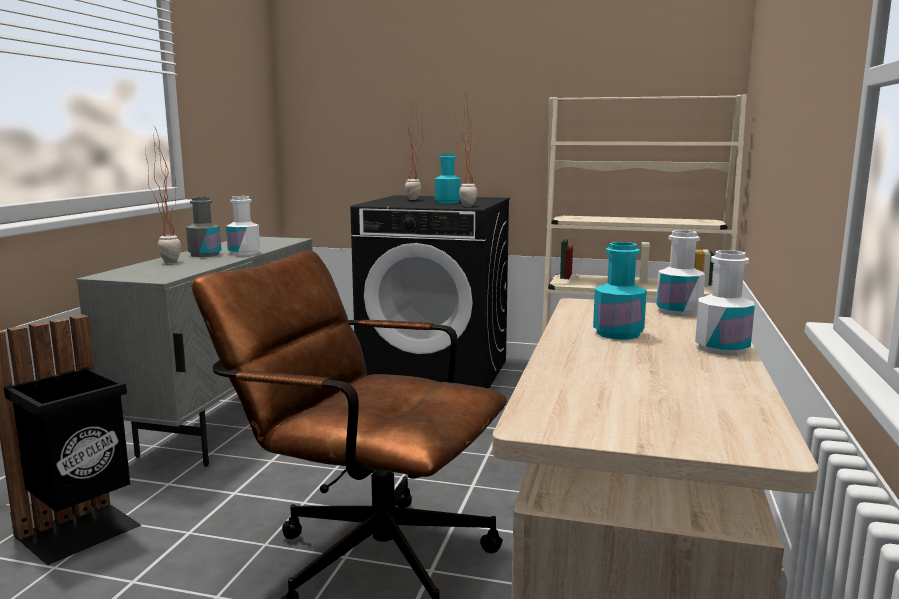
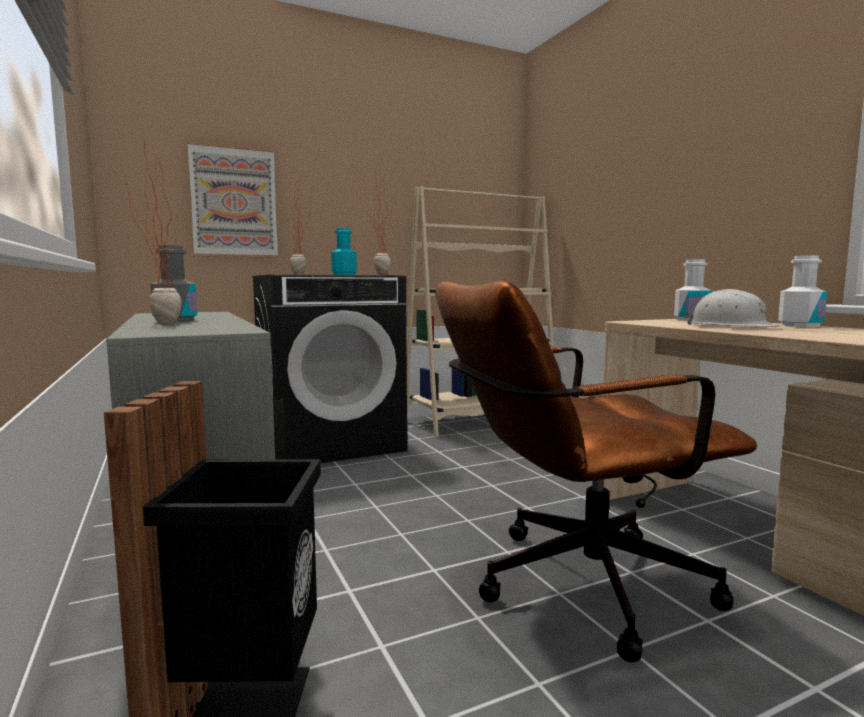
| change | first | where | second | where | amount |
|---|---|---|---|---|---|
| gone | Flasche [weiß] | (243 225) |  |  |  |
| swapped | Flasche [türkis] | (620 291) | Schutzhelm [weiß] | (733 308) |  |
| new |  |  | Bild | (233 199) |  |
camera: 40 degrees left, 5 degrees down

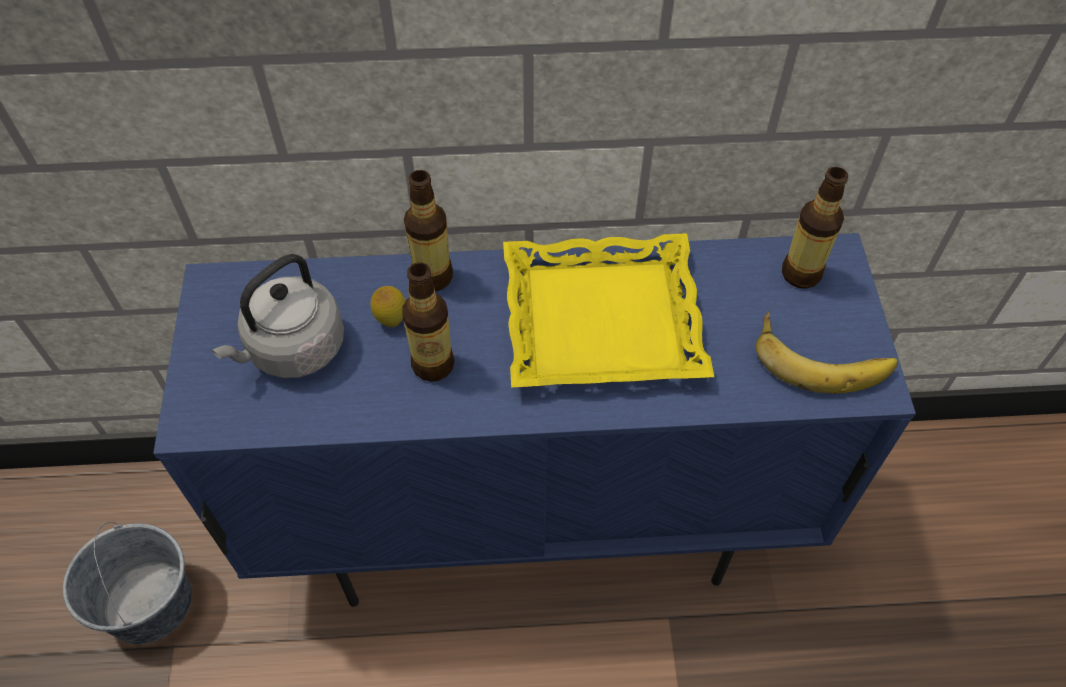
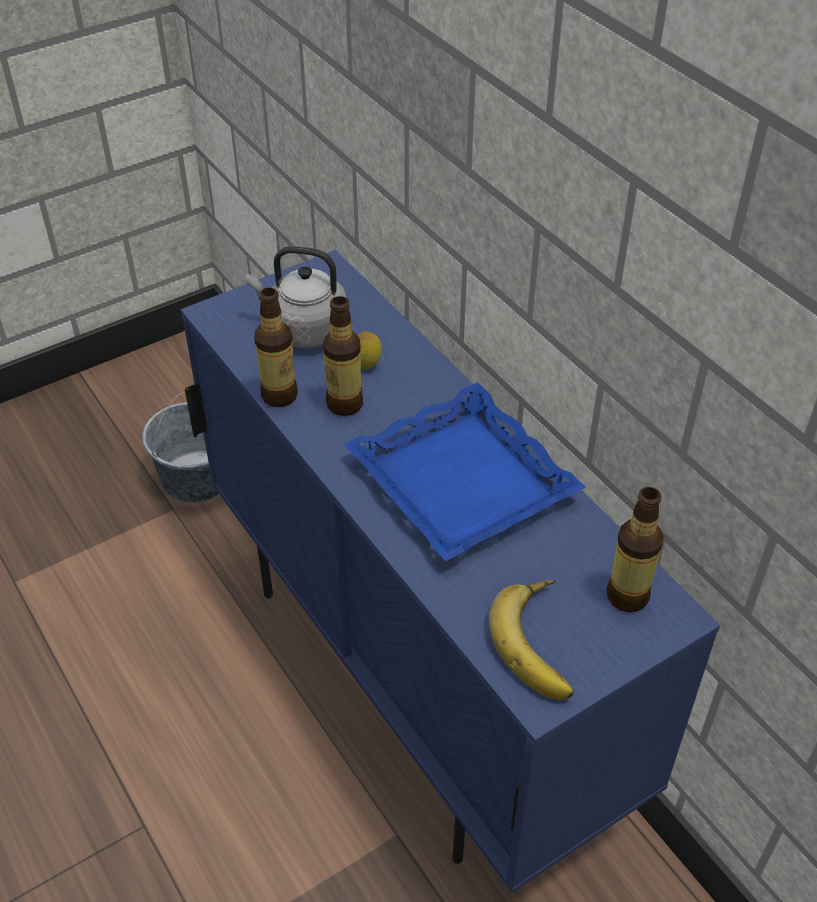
| change | first | where | second | where | amount |
|---|---|---|---|---|---|
| shifted | Flasche | (428 231) |  | (276 347) |  |
| repainted | Tablett [gelb] | (608 310) | Tablett [blau] | (465 471) |  |
camera: 60 degrees right, 10 degrees down

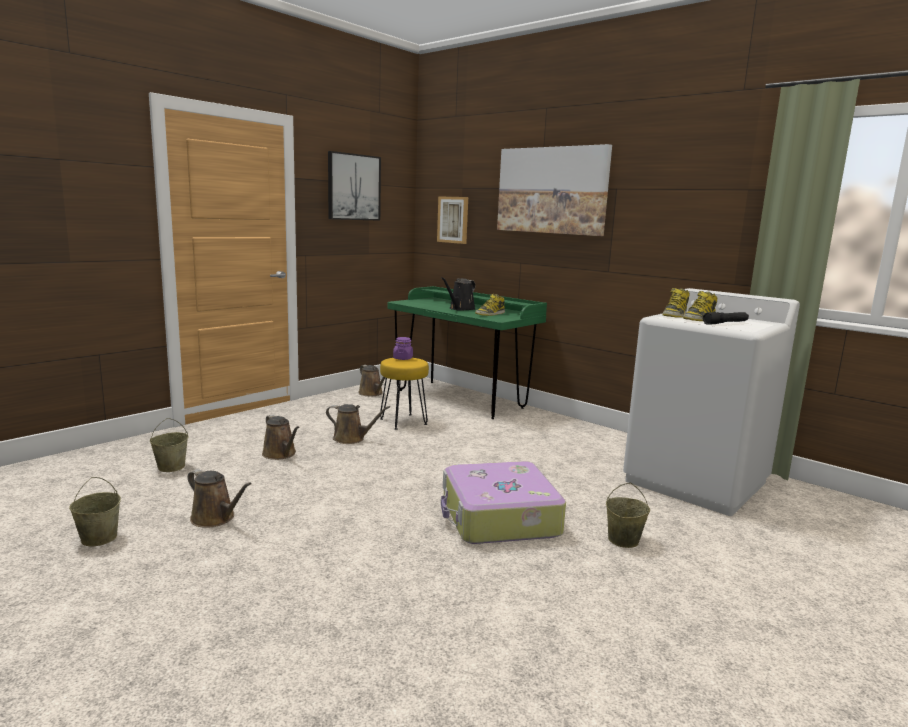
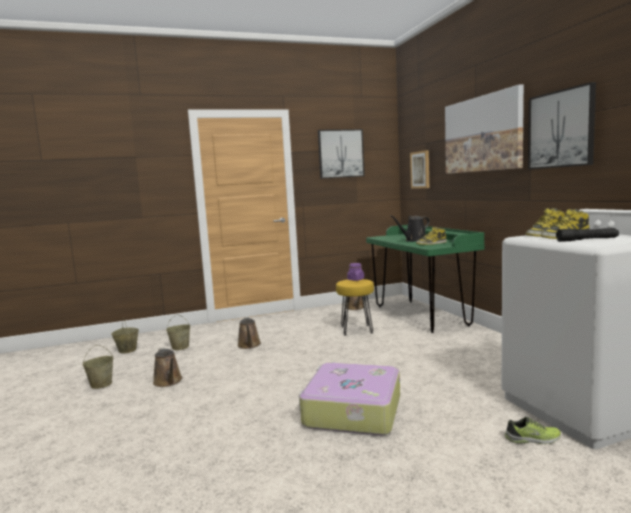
| change | first | where | second | where | amount |
|---|---|---|---|---|---|
| gone | Gießkanne [braun] | (358 424) |  |  |  |
| shifted | Eimer [beige] | (628 515) |  | (125 336) |  |
| new |  |  | Bild | (562 125) |  |
| new |  |  | Schuh | (533 430) |  |
camera: 30 degrees right, 5 degrees down

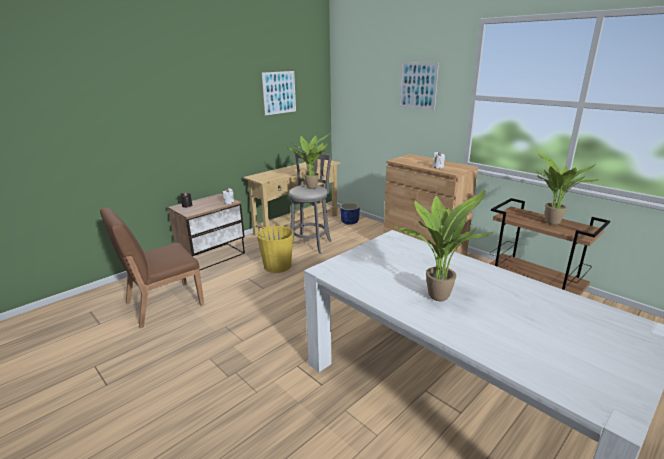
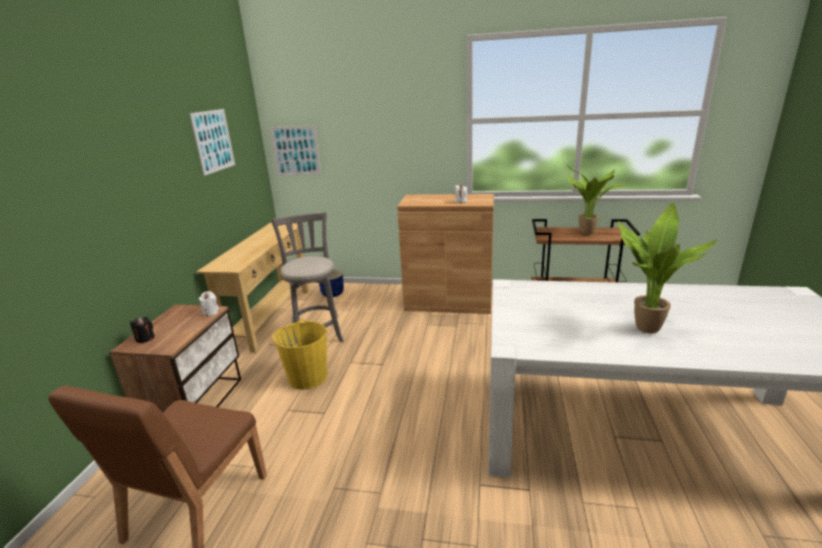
| change | first | where | second | where | amount |
|---|---|---|---|---|---|
| shifted | Bild | (419 86) |  | (295 150) |  |
| gone | Topfpflanze | (308 160) |  |  |  |
camera: 35 degrees left, 0 degrees up

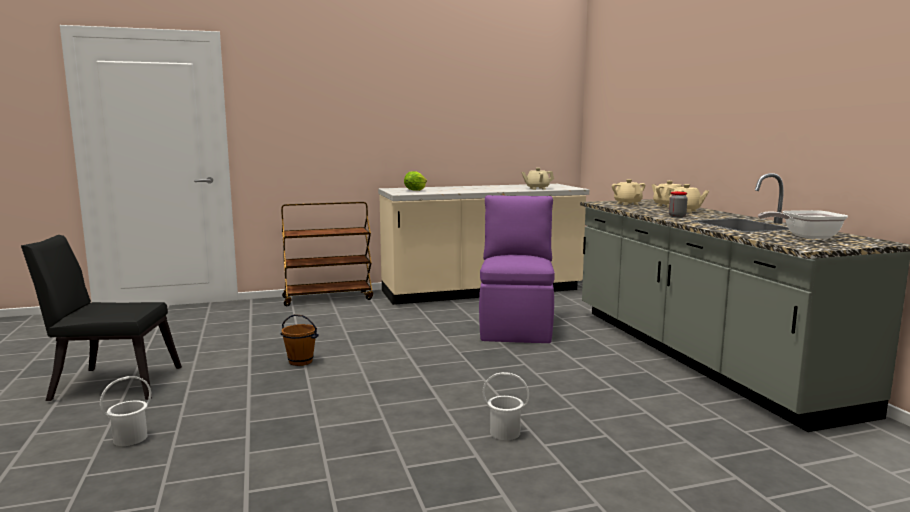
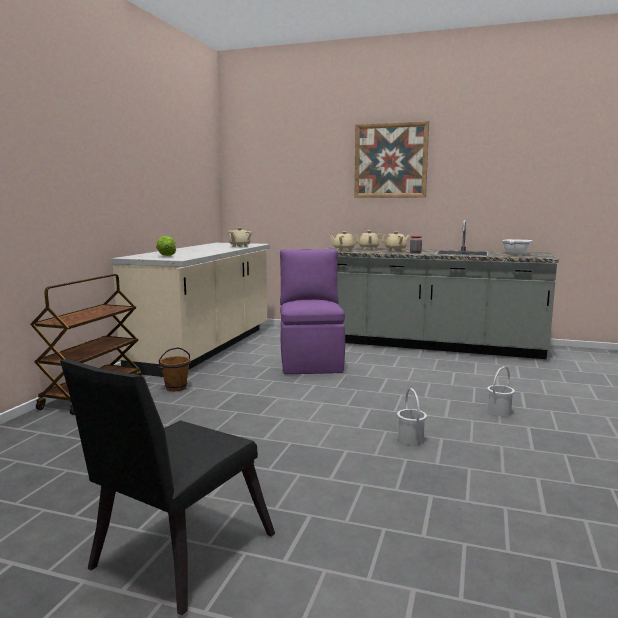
| change | first | where | second | where | amount |
|---|---|---|---|---|---|
| rotated | Stuhl [lila] | (517 269) |  | (312 311) | 45 degrees clockwise |
| shifted | Eimer [braun] | (299 340) |  | (175 369) |  |
| shifted | Eimer [weiß] | (125 411) |  | (412 416) |  |
| new |  |  | Bild | (391 159) |  |
camera: 55 degrees left, 0 degrees up

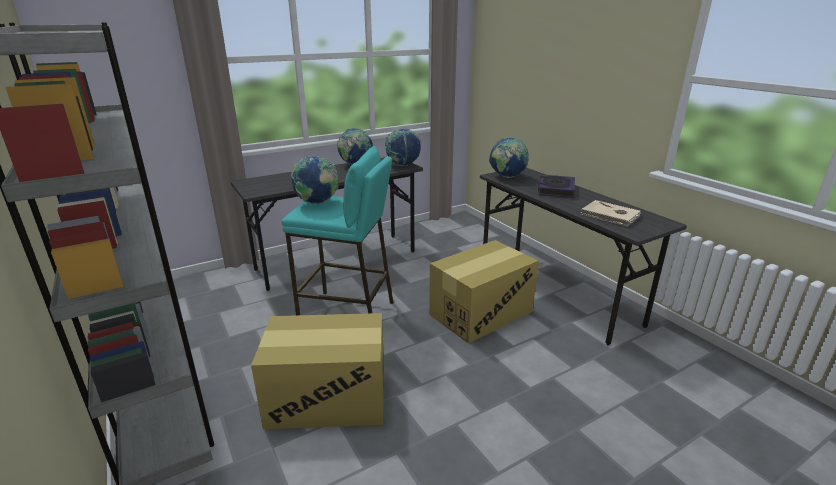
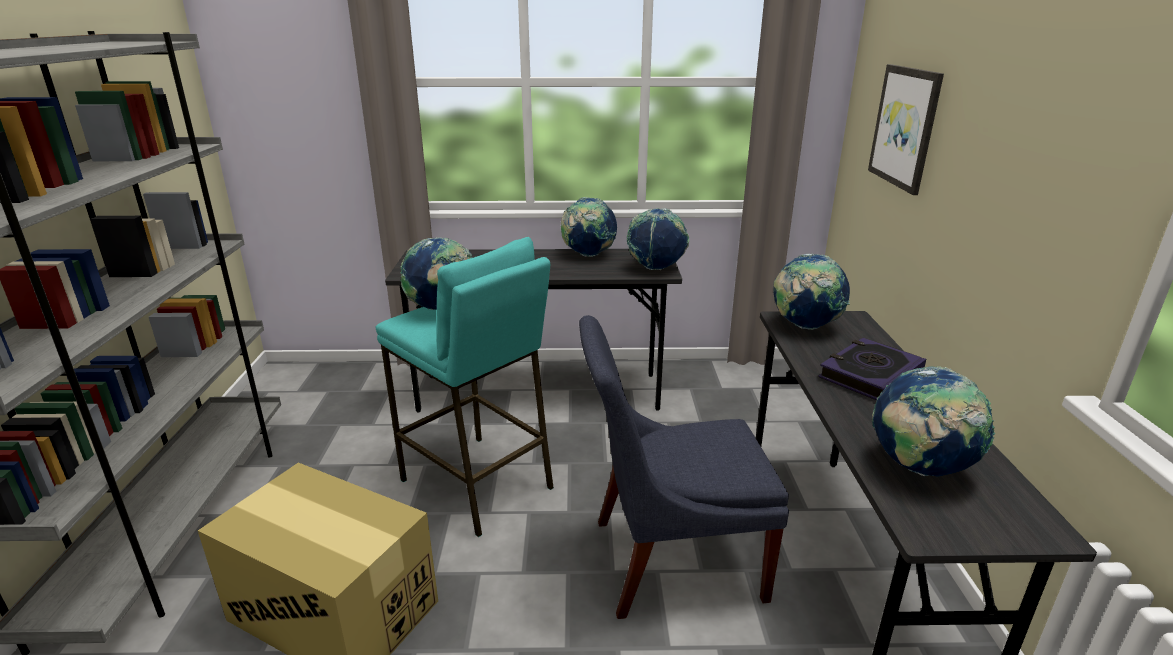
| change | first | where | second | where | amount |
|---|---|---|---|---|---|
| swapped | Buch [beige] | (610 213) | Globus | (933 421) |  |
| swapped | Karton | (484 292) | Stuhl [blau] | (684 467) |  |
| new |  |  | Bild | (906 129) |  |
camera: 30 degrees right, 0 degrees up

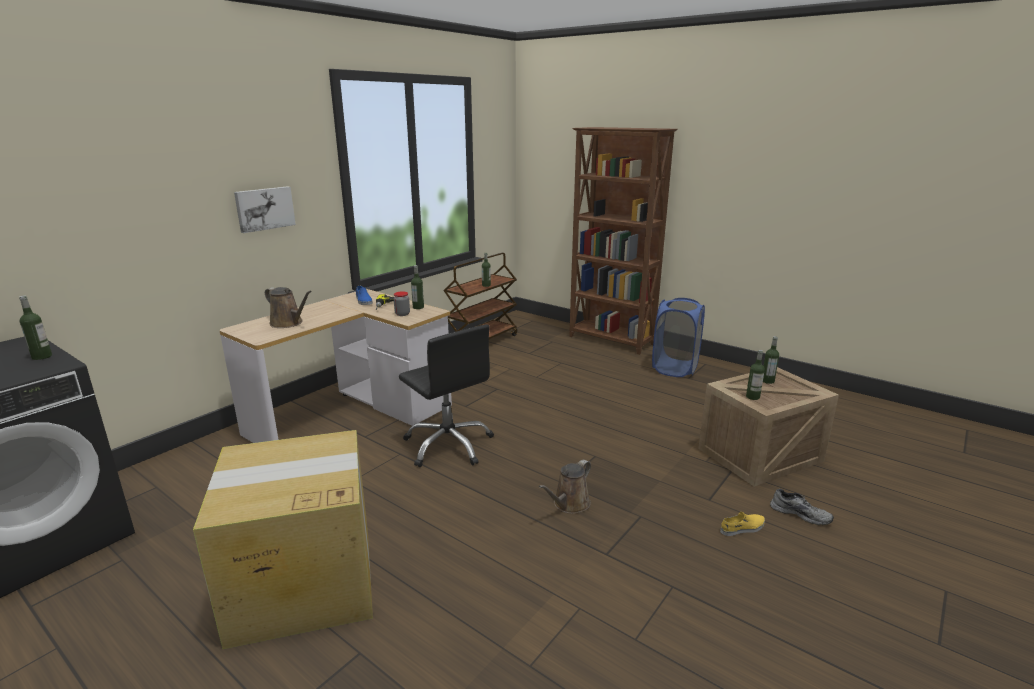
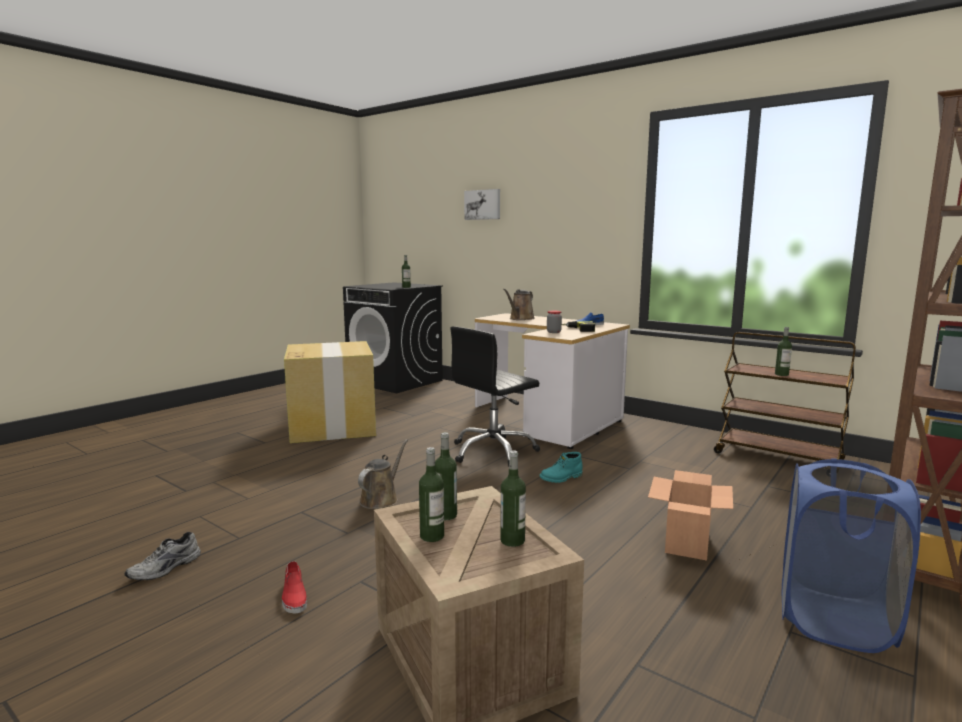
| change | first | where | second | where | amount |
|---|---|---|---|---|---|
| shifted | Bild | (265 209) |  | (482 204) |  |
| shifted | Flasche | (417 287) |  | (431 494) |  |
| rotated | Gießkanne [braun] | (565 487) |  | (383 474) | 75 degrees clockwise |
| shifted | Schuh [grau] | (802 507) |  | (162 556) |  |
| repainted | Schuh [gelb] | (742 524) | Schuh [rot] | (294 587) |  |
| new |  |  | Stiefel [türkis] | (561 467) |  |
| new |  |  | Karton | (690 515) |  |
camera: 90 degrees right, 10 degrees down

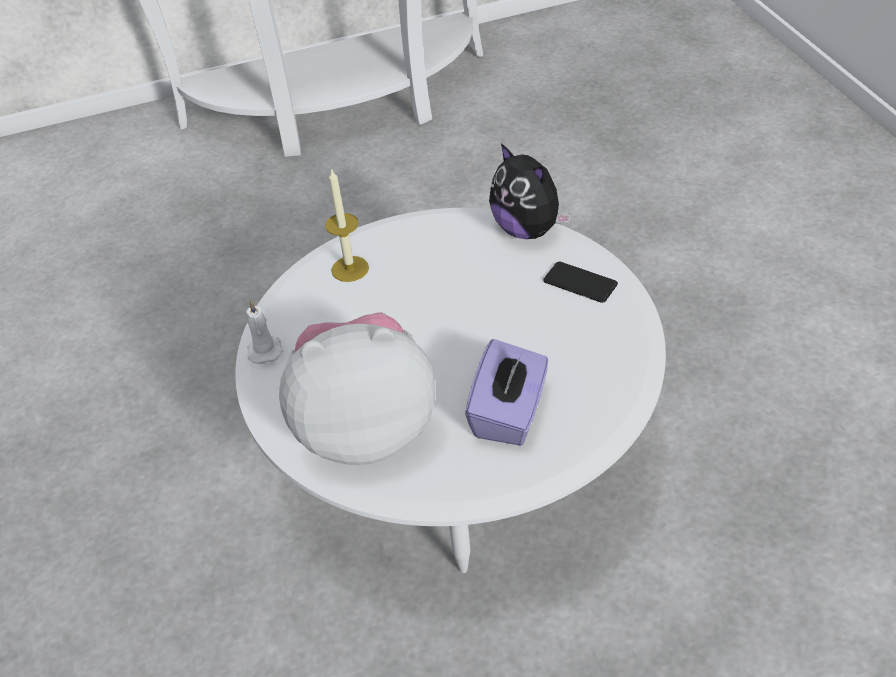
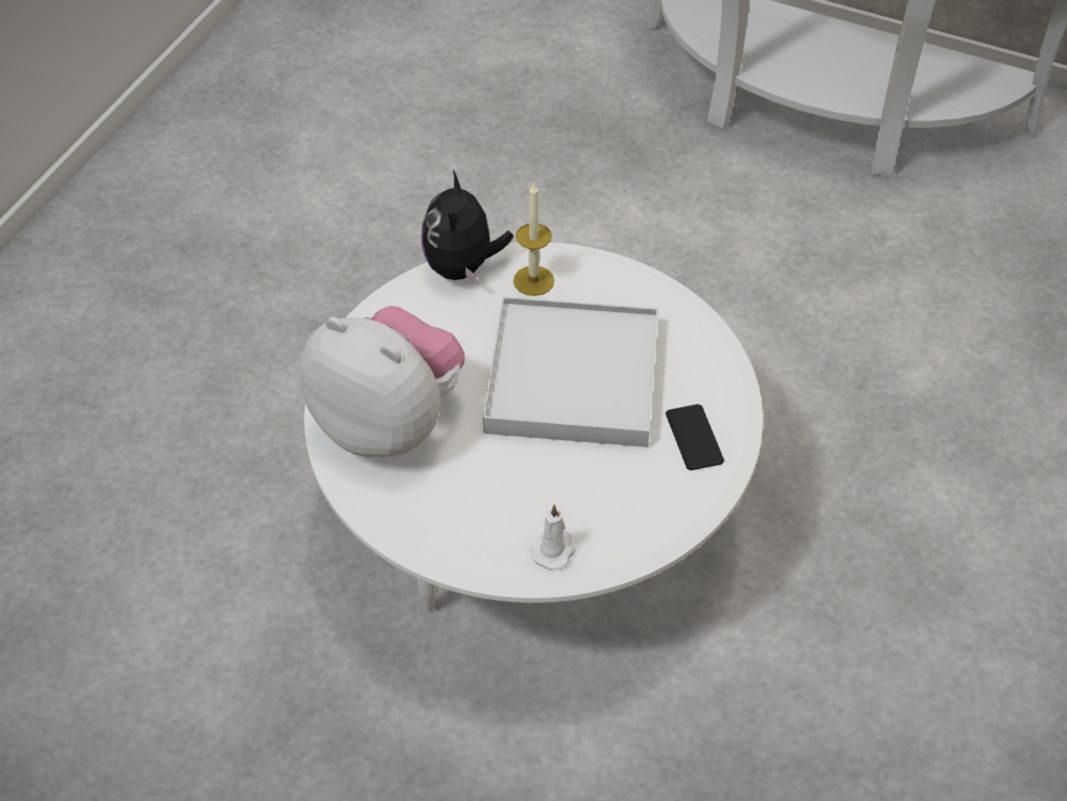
| change | first | where | second | where | amount |
|---|---|---|---|---|---|
| shifted | Plüschtier | (530 191) |  | (467 227) |  |
| shifted | Kerze [weiß] | (264 332) |  | (553 537) |  |
| gone | Taschentuchbox [lila] | (506 392) |  |  |  |
| new |  |  | Tablett [weiß] | (570 372) |  |
camera: 40 degrees right, 5 degrees up

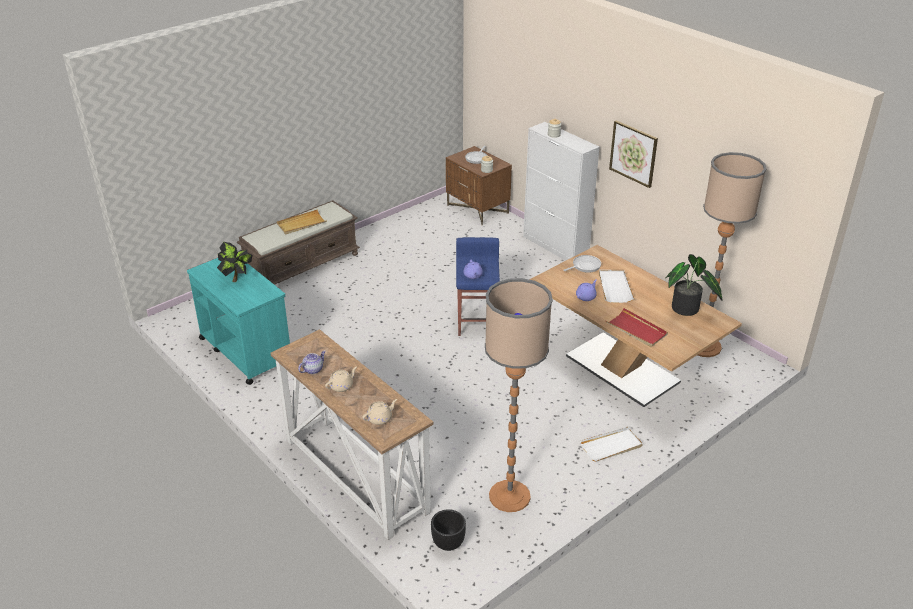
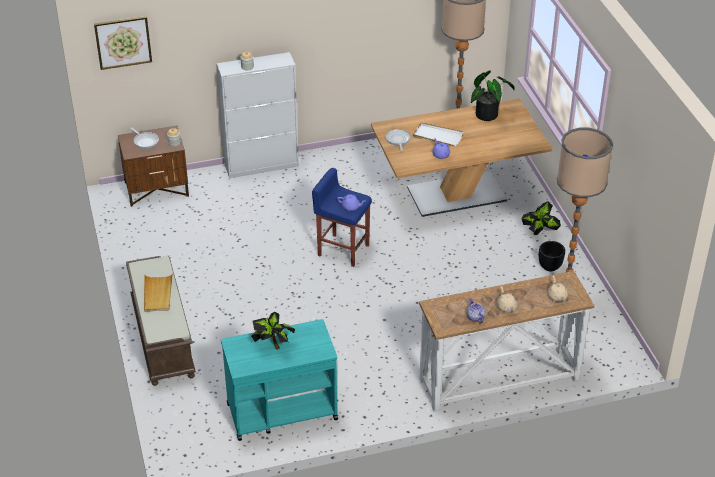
| change | first | where | second | where | amount |
|---|---|---|---|---|---|
| shifted | Bild | (633 154) |  | (123 43) |  |
| gone | Tablett [rot] | (637 327) |  |  |  |
| swapped | Tablett [weiß] | (611 444) | Topfpflanze | (541 218) |  |
| shifted | Pflanzkübel [schwarz] | (448 530) |  | (552 256) |  |
camera: 65 degrees left, 5 degrees up

